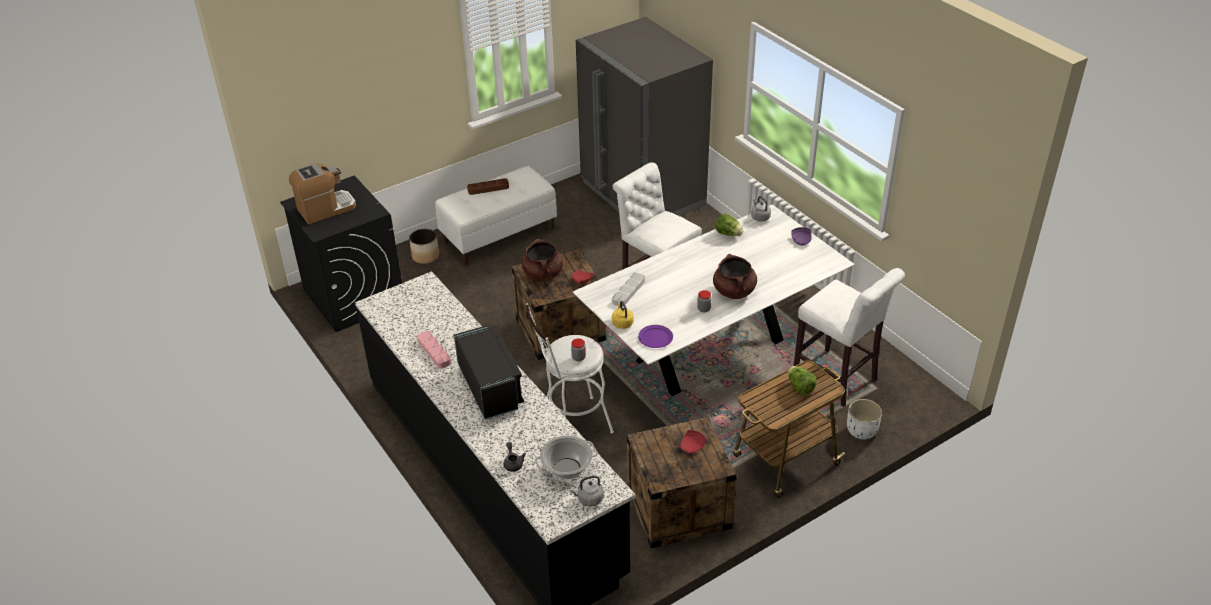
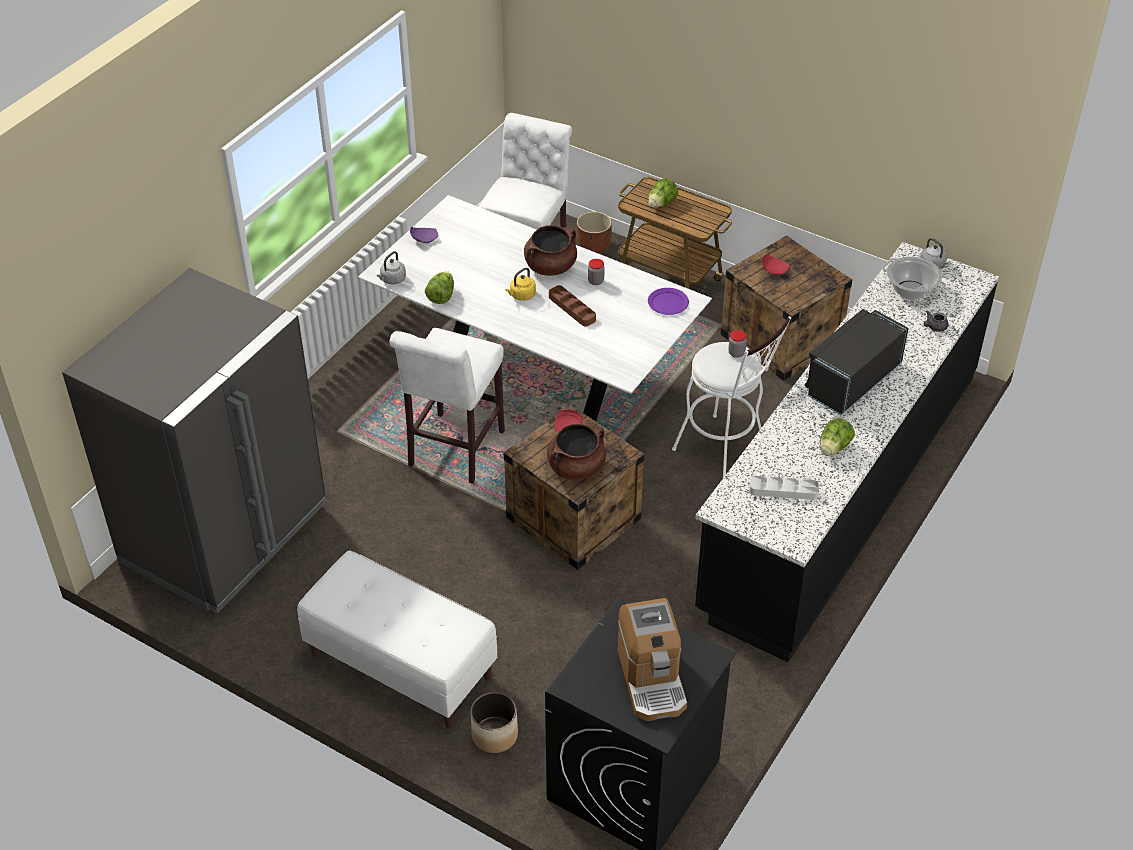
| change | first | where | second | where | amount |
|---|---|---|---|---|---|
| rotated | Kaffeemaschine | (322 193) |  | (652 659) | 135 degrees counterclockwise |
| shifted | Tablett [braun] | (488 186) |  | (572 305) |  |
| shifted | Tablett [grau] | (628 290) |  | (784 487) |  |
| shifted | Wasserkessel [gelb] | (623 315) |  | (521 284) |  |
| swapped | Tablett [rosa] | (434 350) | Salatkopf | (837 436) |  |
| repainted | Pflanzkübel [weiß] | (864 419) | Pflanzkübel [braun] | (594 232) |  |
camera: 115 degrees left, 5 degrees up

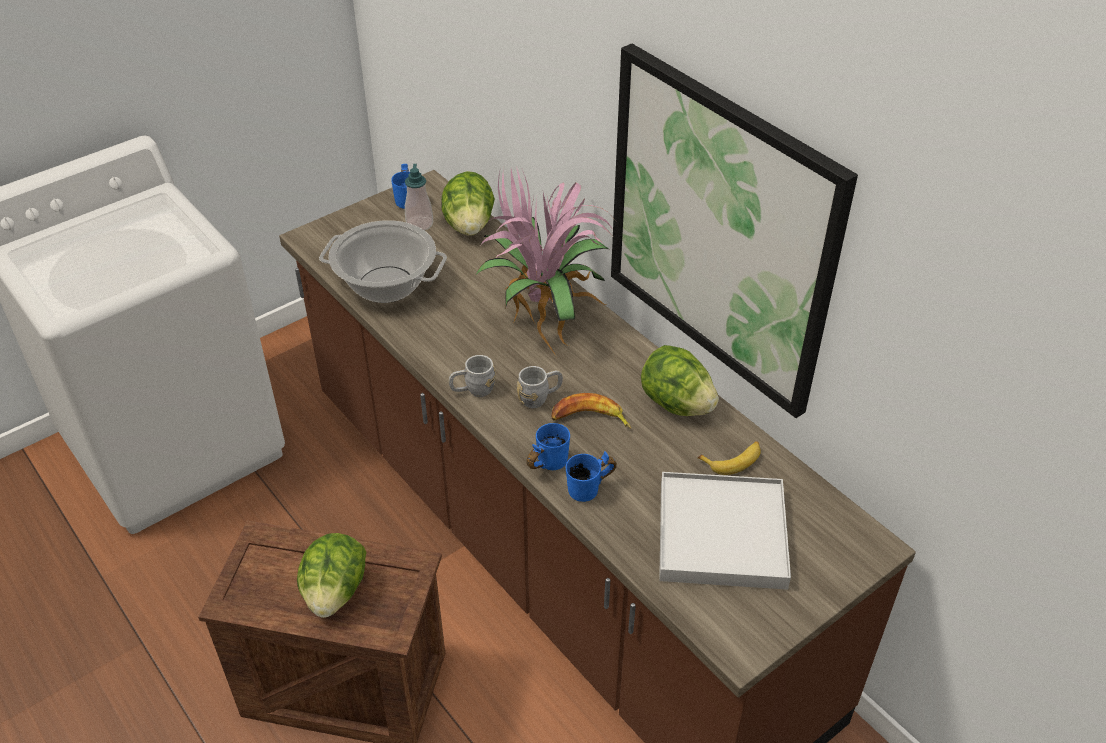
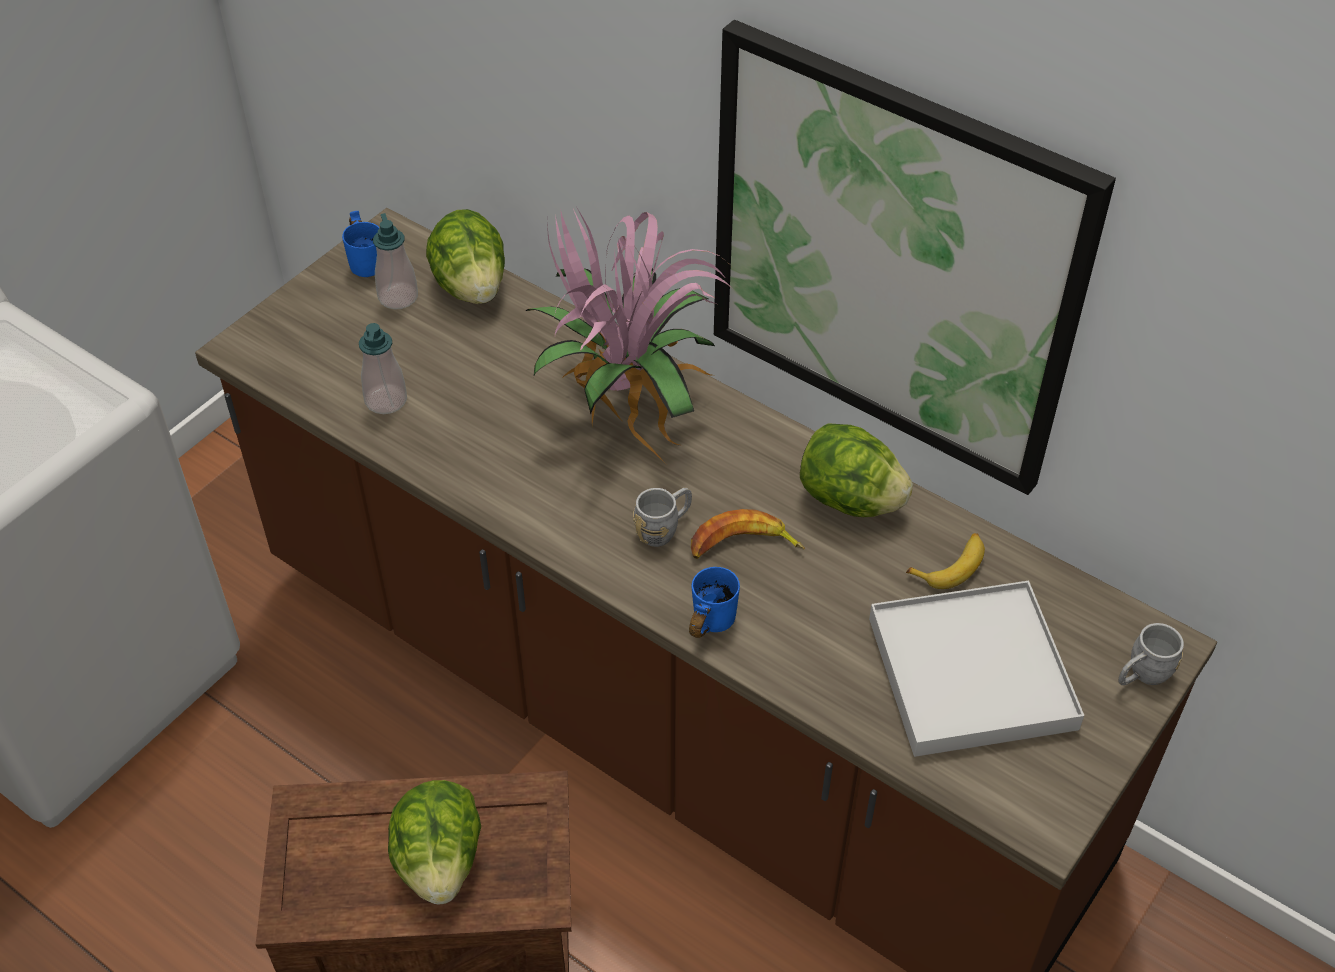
| change | first | where | second | where | amount |
|---|---|---|---|---|---|
| swapped | Kochtopf | (383 261) | Seifenspender | (383 368) |  |
| shifted | Henkelbecher [grau] | (472 376) |  | (1151 654) |  |
| gone | Henkelbecher [blau] | (591 477) |  |  |  |
camera: 15 degrees left, 5 degrees up

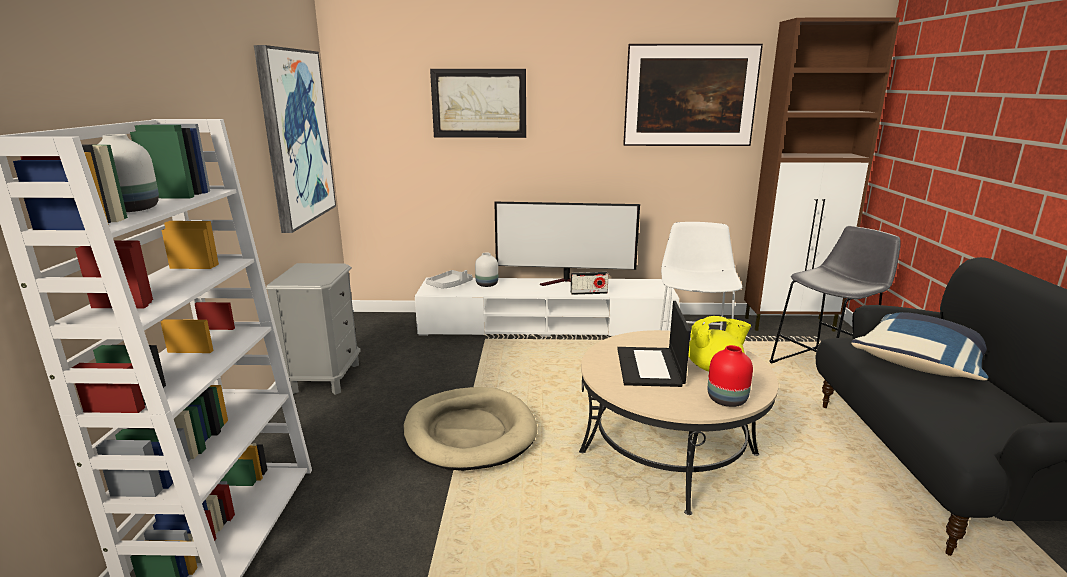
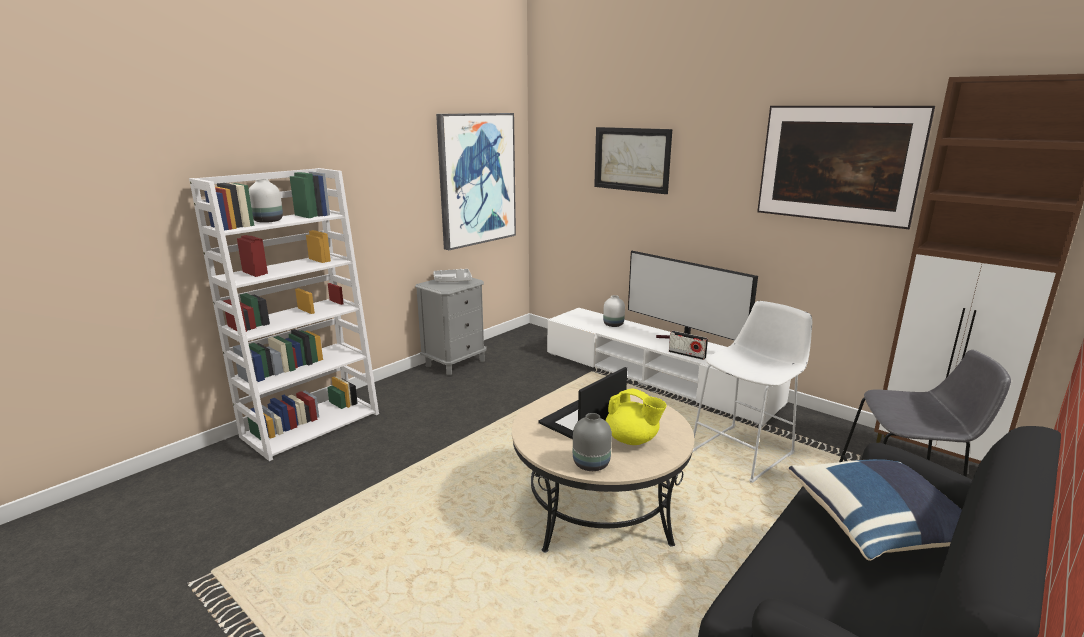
| change | first | where | second | where | amount |
|---|---|---|---|---|---|
| shifted | Tablett [grau] | (449 279) |  | (452 275) |  |
| repainted | Vase [rot] | (730 376) | Vase [grau] | (592 442) |  |
| gone | Hundebett [beige] | (470 429) |  |  |  |
camera: 40 degrees right, 0 degrees up

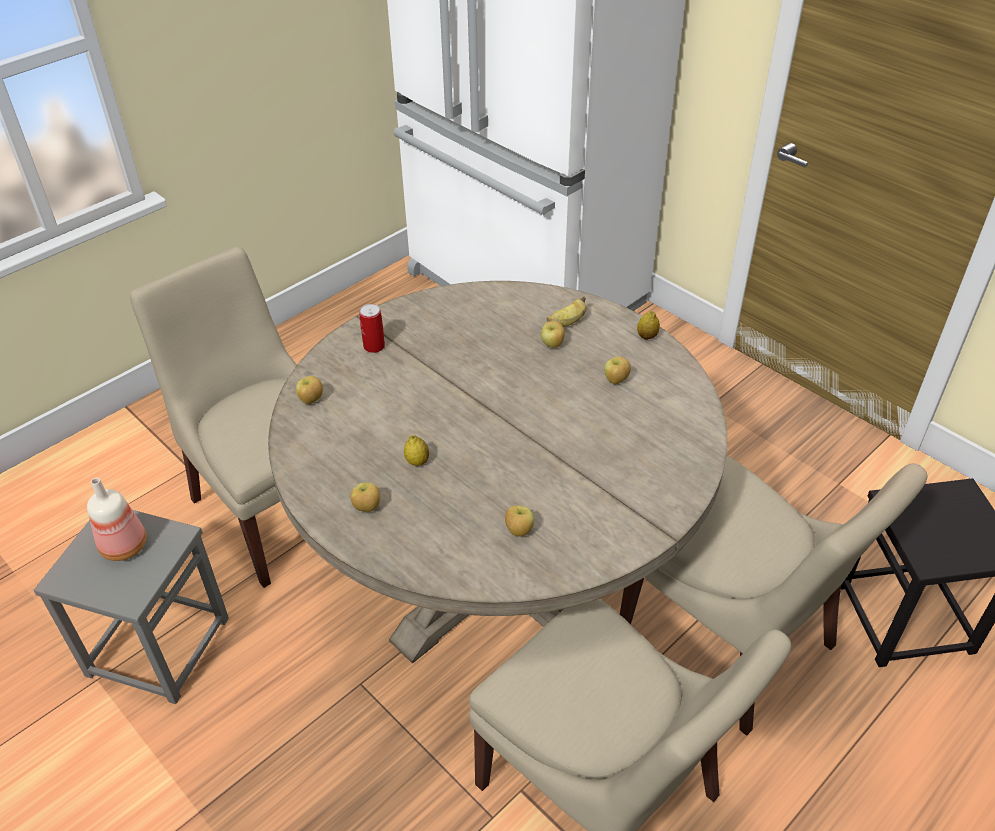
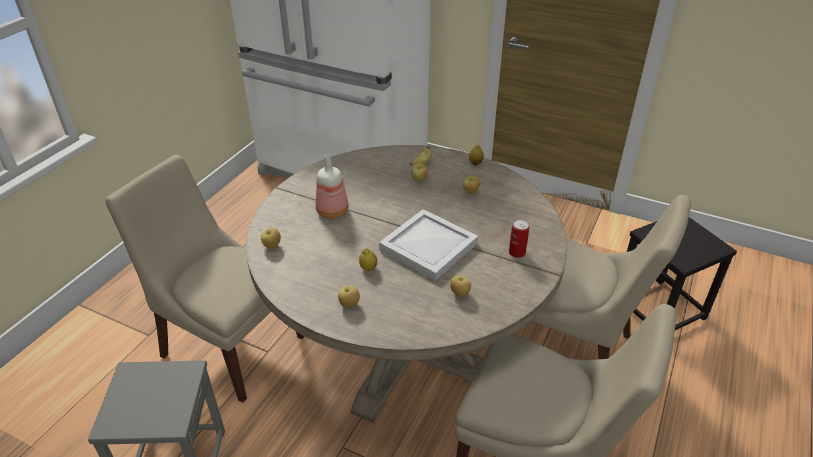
| change | first | where | second | where | amount |
|---|---|---|---|---|---|
| shifted | Dose | (372 328) |  | (519 239) |  |
| shifted | Flasche | (117 519) |  | (332 186) |  |
| new |  |  | Tablett [weiß] | (428 245) |  |
camera: 20 degrees left, 5 degrees down

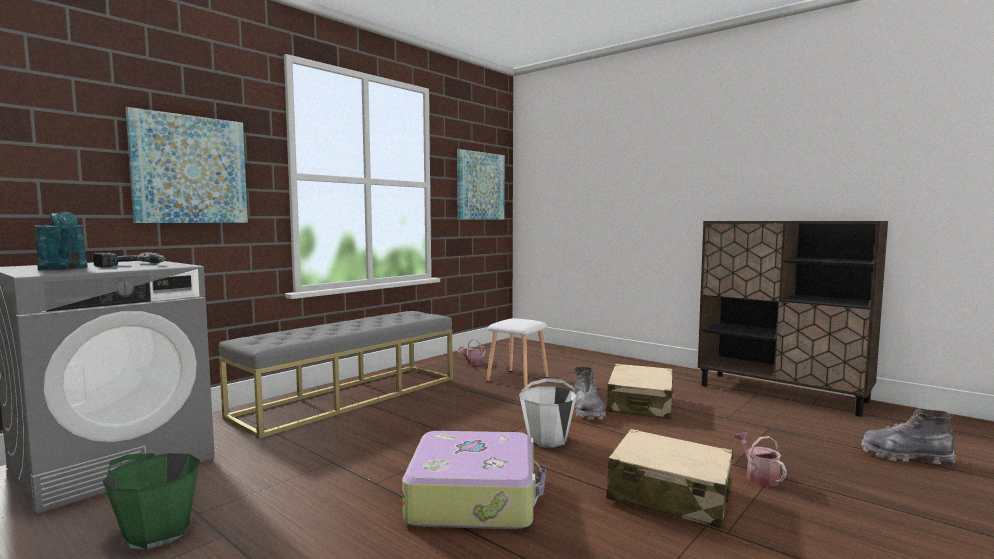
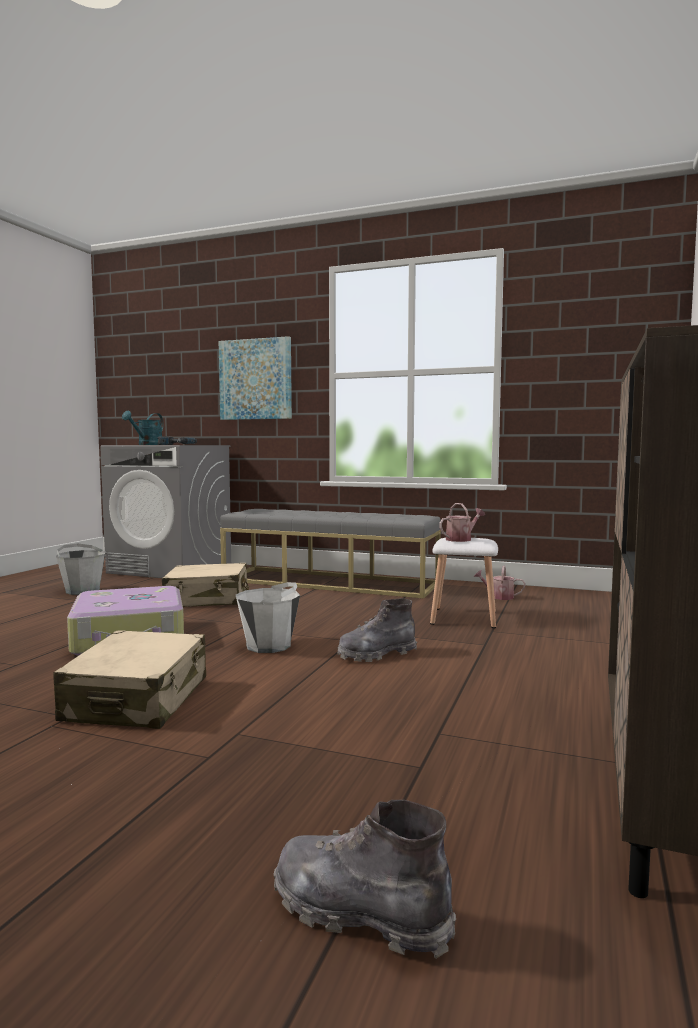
| change | first | where | second | where | amount |
|---|---|---|---|---|---|
| gone | Bild | (481 184) |  |  |  |
| shifted | Koffer [beige] | (641 391) |  | (205 585) |  |
| rotated | Stiefel [grau] | (908 436) |  | (364 879) | 60 degrees counterclockwise |
| shifted | Gießkanne | (761 459) |  | (462 522) |  |
| repainted | Eimer [grün] | (151 501) | Eimer [grau] | (81 569) |  |
camera: 70 degrees right, 0 degrees up

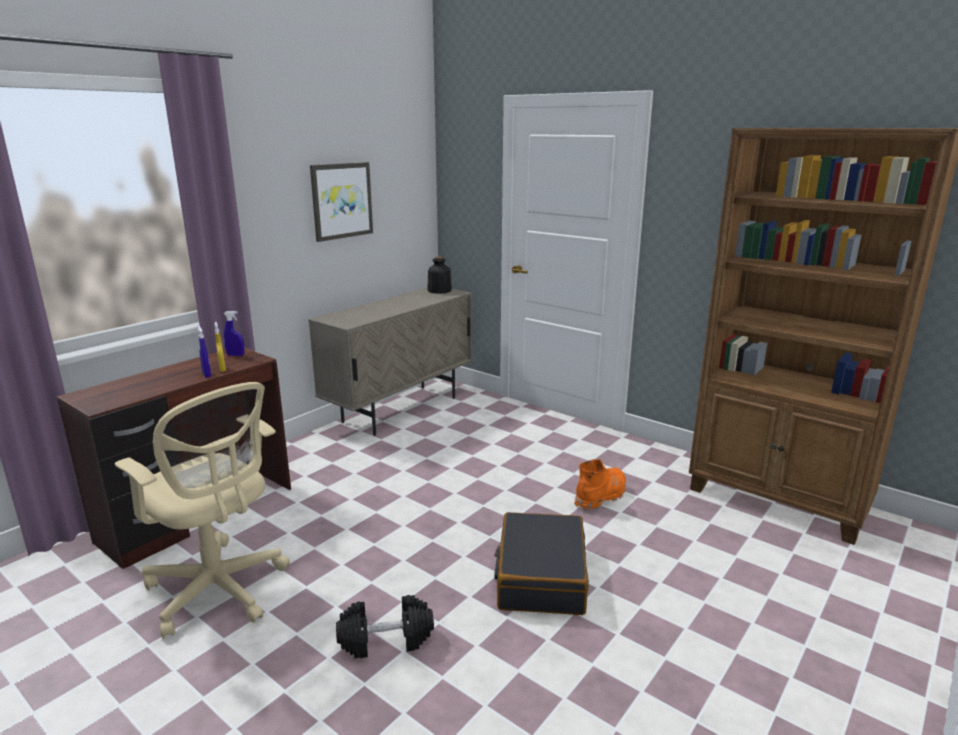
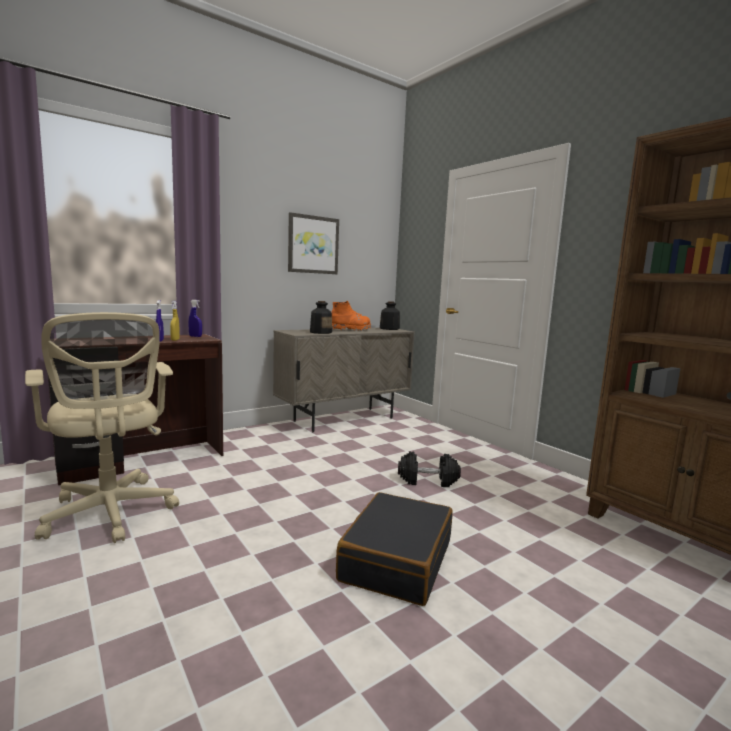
| change | first | where | second | where | amount |
|---|---|---|---|---|---|
| shifted | Stiefel [orange] | (600 485) |  | (351 316) |  |
| shifted | Hantel [schwarz] | (385 626) |  | (429 469) |  |
| new |  |  | Flasche | (321 317) |  |
camera: 15 degrees right, 10 degrees down

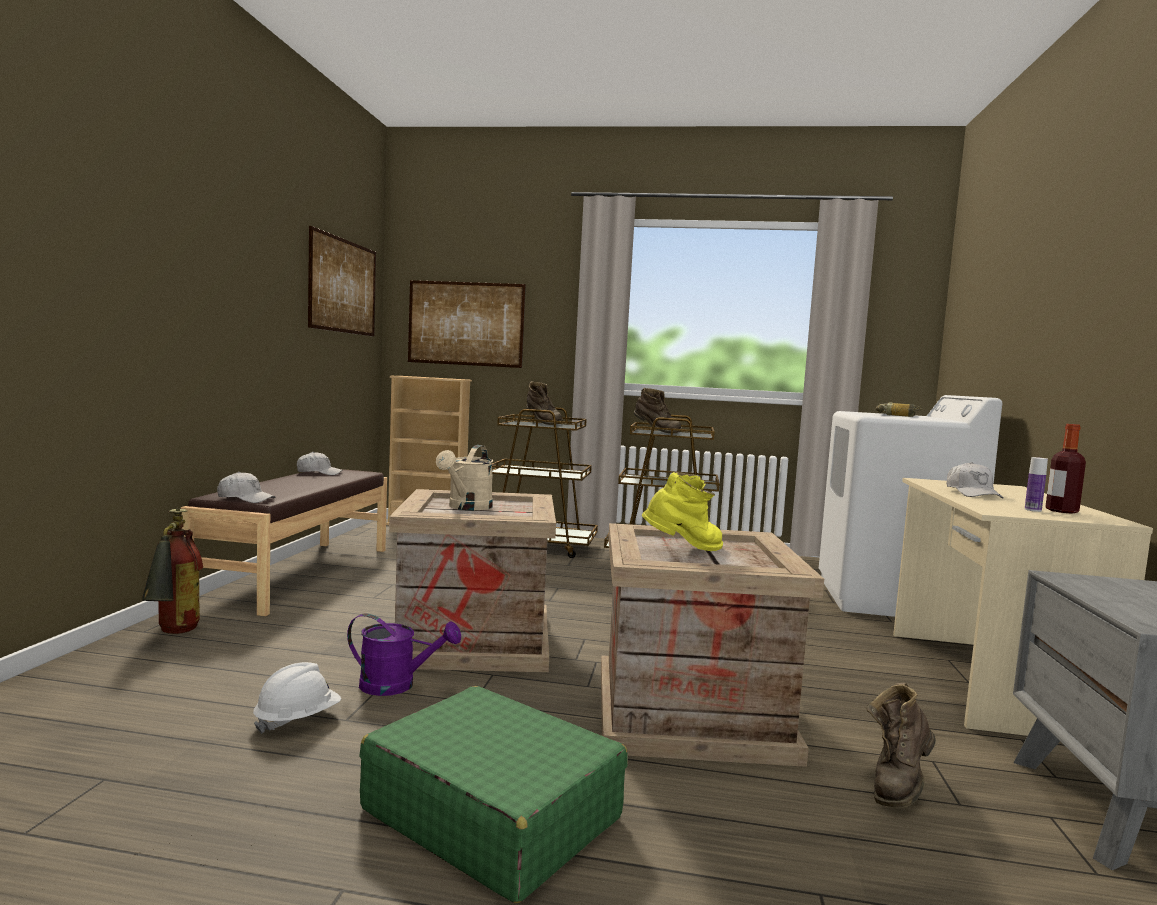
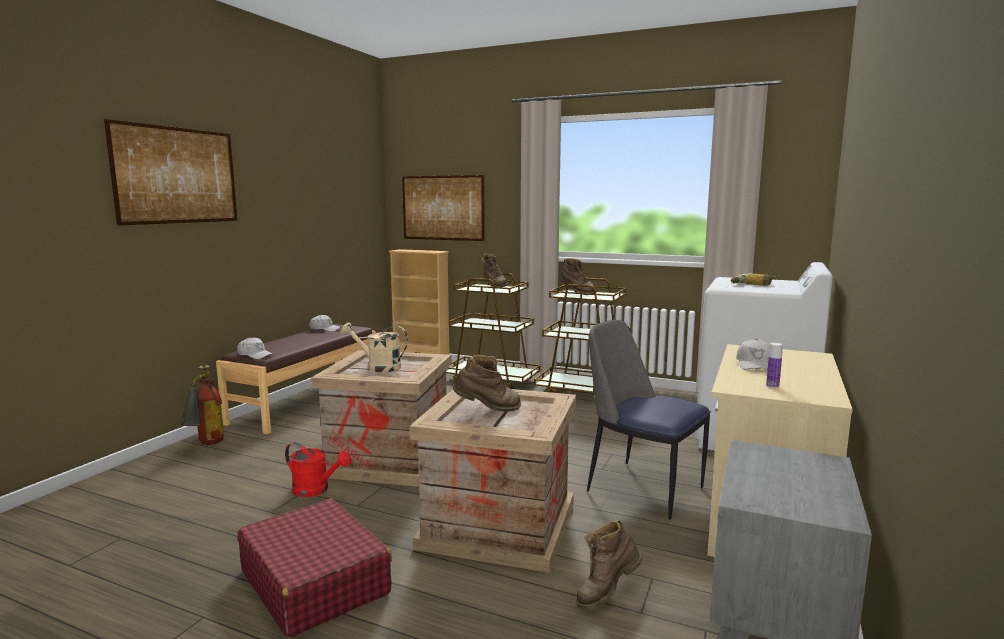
| change | first | where | second | where | amount |
|---|---|---|---|---|---|
| shifted | Bild | (342 281) |  | (170 172) |  |
| gone | Flasche | (1065 469) |  |  |  |
| rotated | Gießkanne [beige] | (464 477) |  | (374 347) | 75 degrees clockwise |
| repainted | Stiefel [gelb] | (682 511) | Stiefel [braun] | (487 383) |  |
| repainted | Gießkanne [lila] | (404 654) | Gießkanne [rot] | (318 469) |  |
| gone | Schutzhelm [weiß] | (297 698) |  |  |  |
| repainted | Koffer [grün] | (493 794) | Koffer [rot] | (315 568) |  |
| new |  |  | Stuhl | (649 420) |  |
camera: 15 degrees right, 5 degrees up

